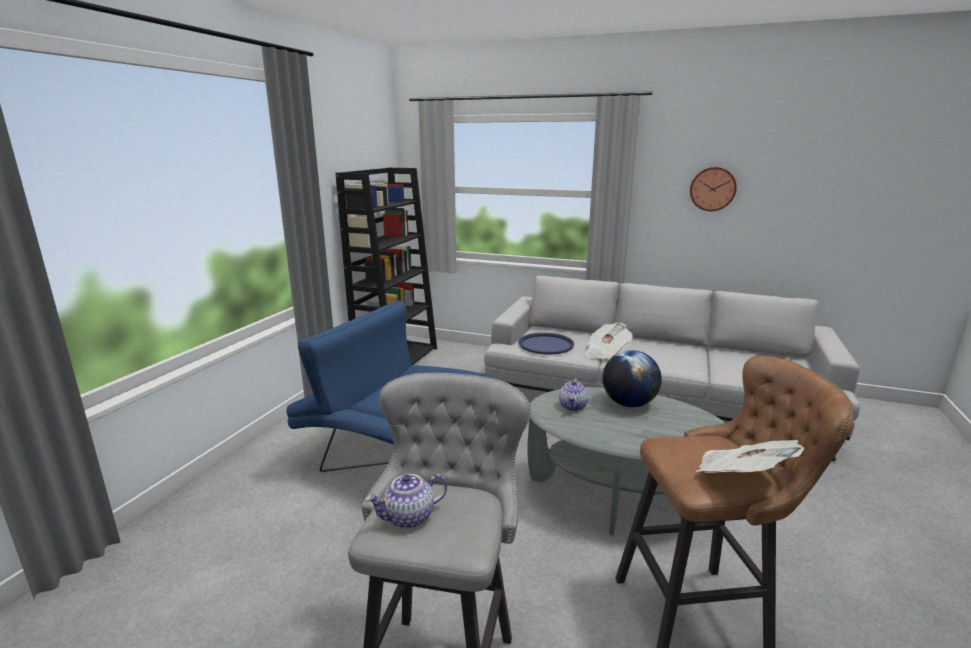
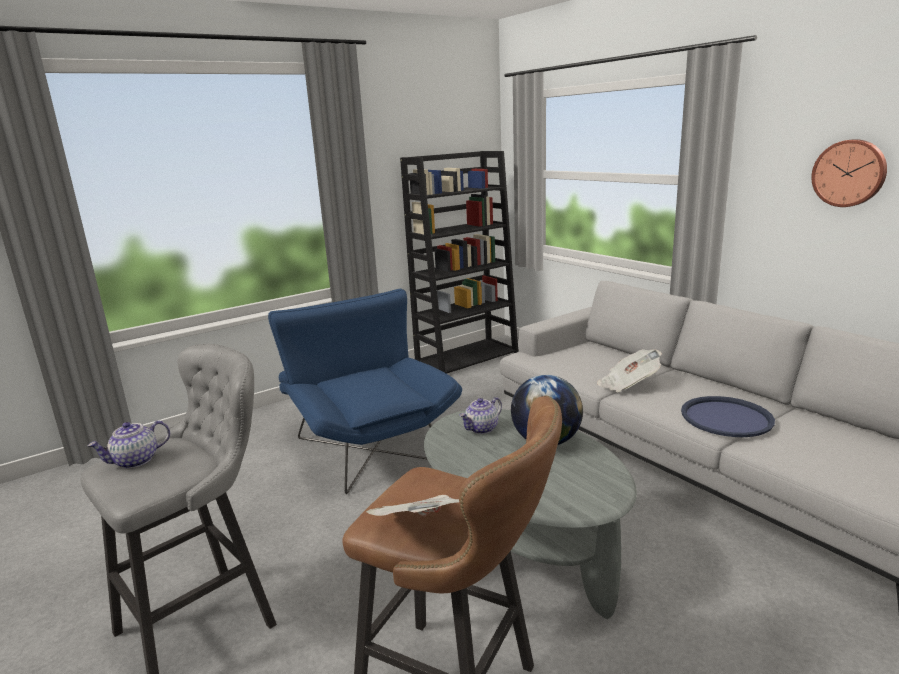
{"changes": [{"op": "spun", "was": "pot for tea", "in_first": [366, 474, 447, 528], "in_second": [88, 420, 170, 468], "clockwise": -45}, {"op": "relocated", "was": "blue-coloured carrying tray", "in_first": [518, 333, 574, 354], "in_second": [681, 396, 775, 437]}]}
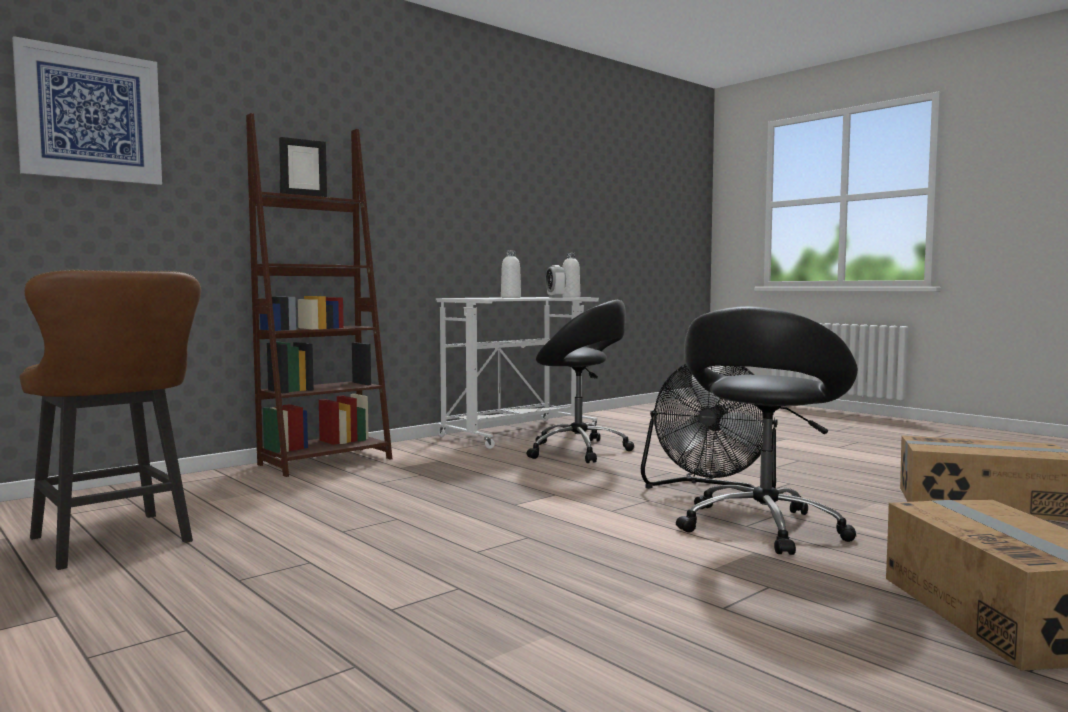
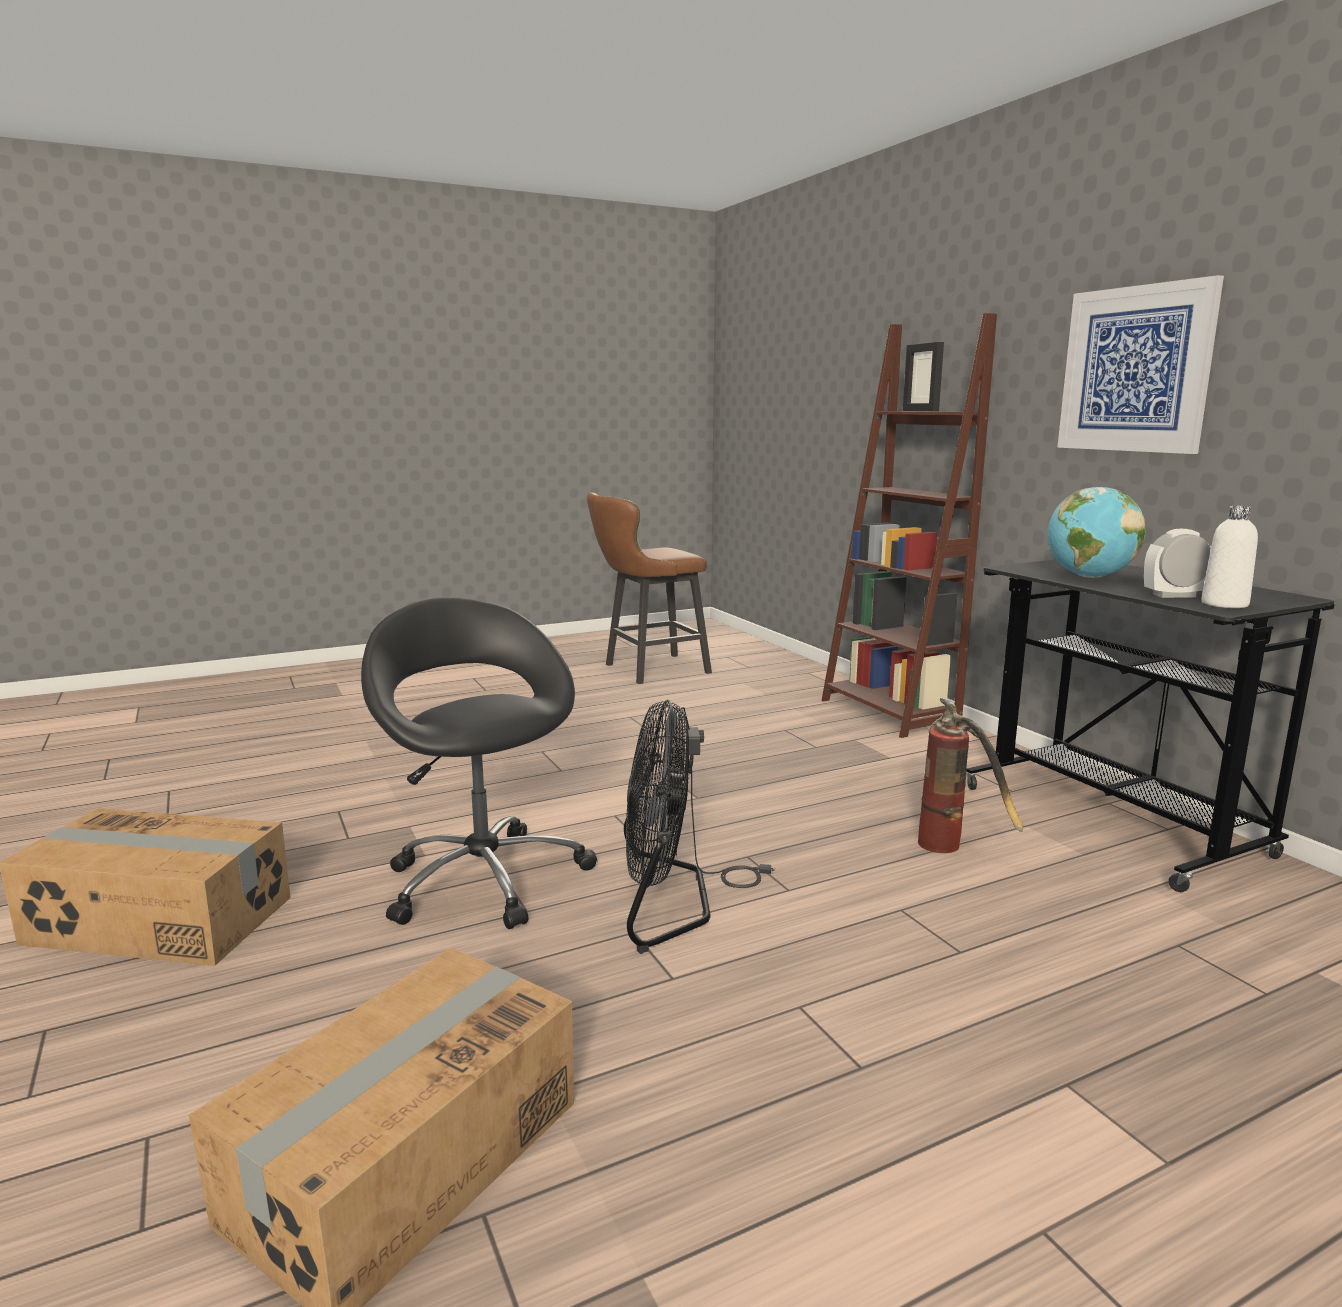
{"changes": [{"op": "relocated", "was": "picture", "in_first": [12, 36, 162, 185], "in_second": [1057, 275, 1224, 454]}, {"op": "colour", "was": "white desk", "now": "blackish desk", "in_first": [436, 297, 599, 449], "in_second": [967, 560, 1334, 892]}, {"op": "exchanged", "was": "white drink bottle", "now": "globe", "in_first": [501, 250, 521, 298], "in_second": [1047, 487, 1146, 578]}, {"op": "exchanged", "was": "blackish computer chair", "now": "fire extinguisher", "in_first": [526, 300, 634, 463], "in_second": [918, 698, 1023, 853]}, {"op": "spun", "was": "blackish electric fan", "in_first": [641, 364, 778, 489], "in_second": [624, 700, 775, 954], "clockwise": -45}]}
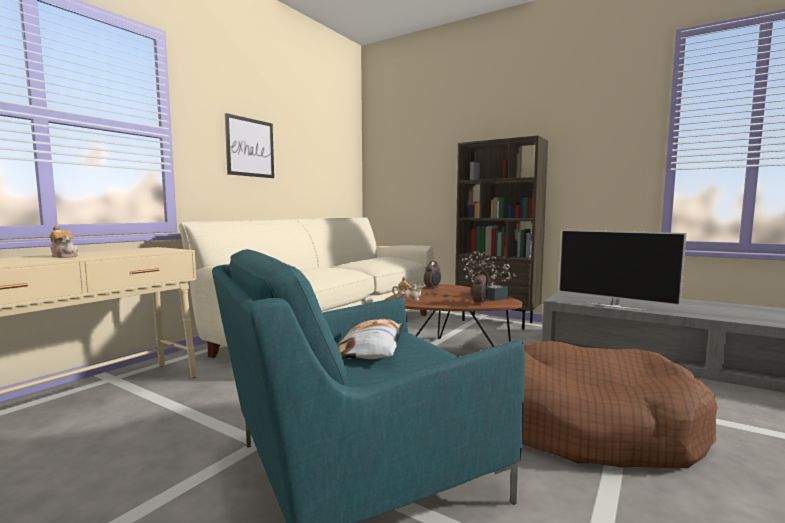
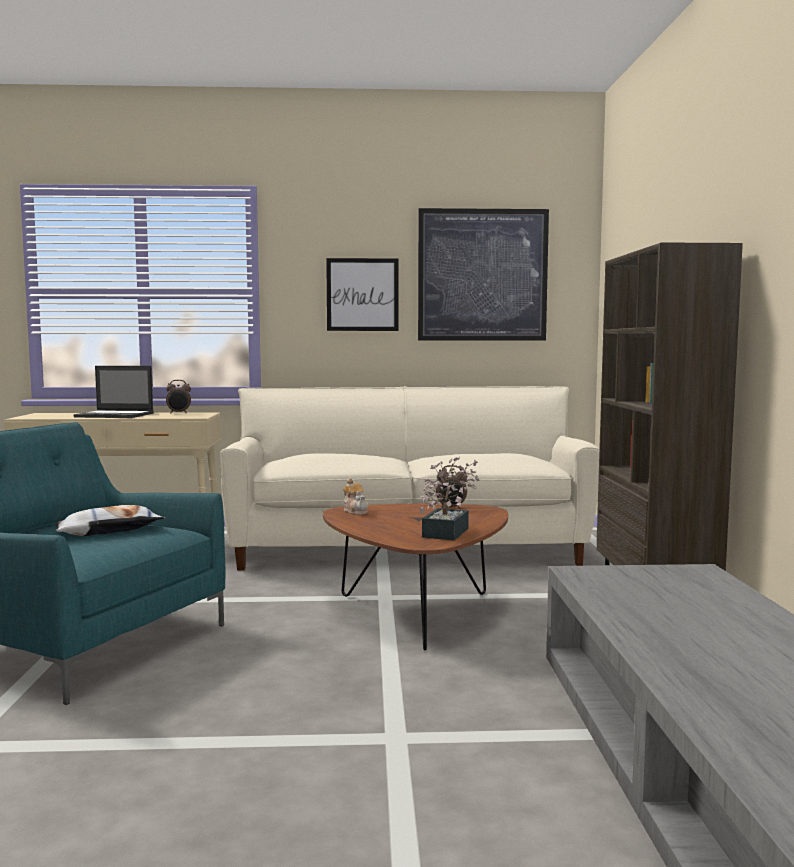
{"changes": [{"op": "exchanged", "was": "pot for tea", "now": "notebook computer", "in_first": [49, 225, 78, 258], "in_second": [74, 366, 154, 418]}, {"op": "relocated", "was": "bedside clock", "in_first": [472, 271, 487, 305], "in_second": [166, 380, 191, 413]}, {"op": "missing", "was": "brownish pet bed", "in_first": [522, 341, 718, 468]}, {"op": "missing", "was": "TV set", "in_first": [558, 230, 686, 311]}, {"op": "appeared", "now": "picture", "in_second": [418, 208, 549, 341]}]}
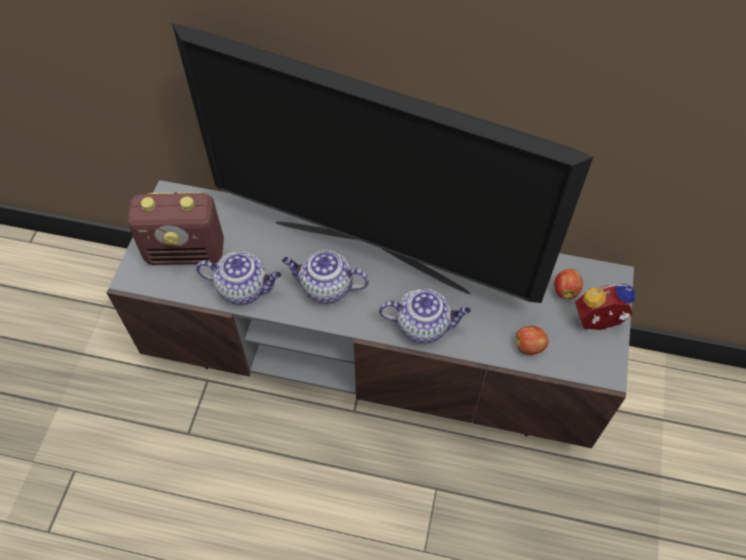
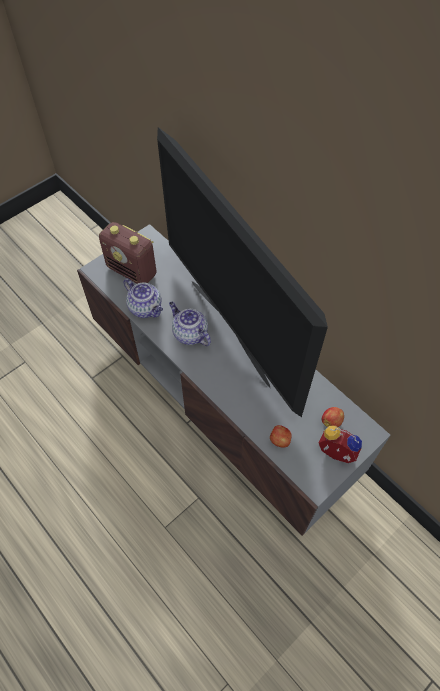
{"changes": [{"op": "missing", "was": "pot for tea", "in_first": [379, 288, 471, 344]}]}
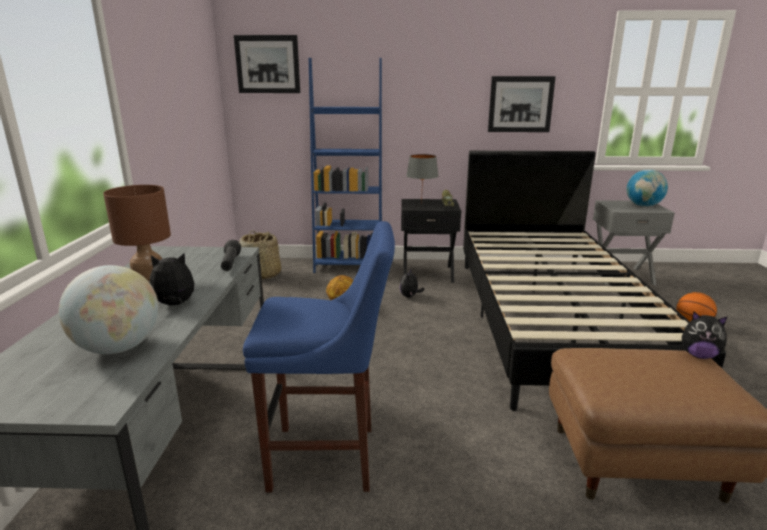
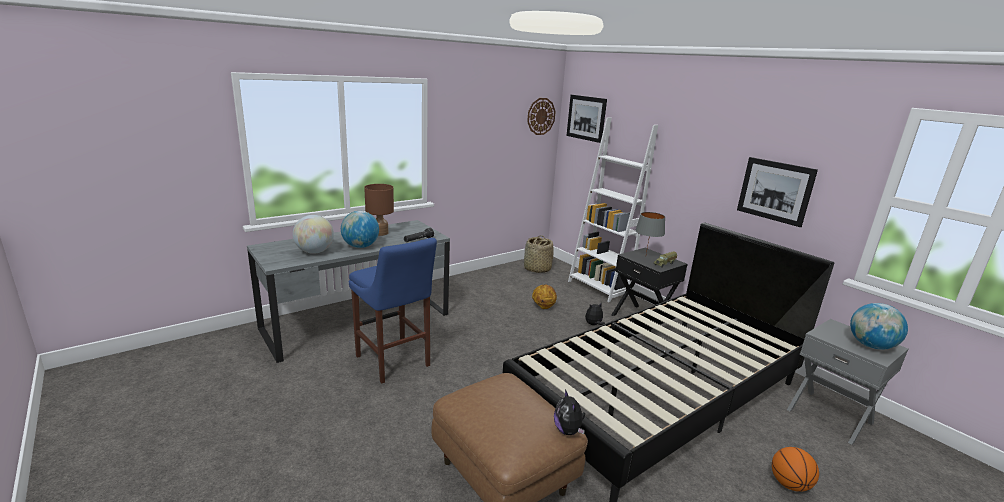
{"changes": [{"op": "exchanged", "was": "plush toy", "now": "globe", "in_first": [150, 253, 194, 305], "in_second": [341, 211, 379, 248]}, {"op": "colour", "was": "blue-coloured bookshelf", "now": "white bookshelf", "in_first": [309, 58, 382, 273], "in_second": [568, 117, 658, 302]}, {"op": "appeared", "now": "clock on the wall", "in_second": [527, 98, 556, 135]}]}
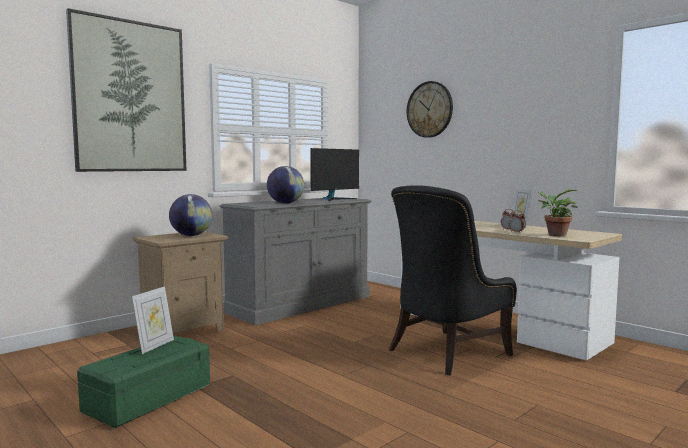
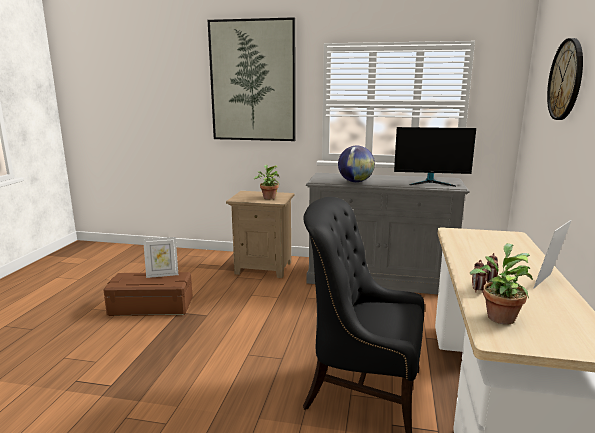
{"changes": [{"op": "colour", "was": "green storage box", "now": "brownish storage box", "in_first": [77, 336, 210, 428], "in_second": [103, 272, 193, 316]}, {"op": "exchanged", "was": "globe", "now": "houseplant", "in_first": [169, 194, 212, 236], "in_second": [254, 165, 280, 200]}]}
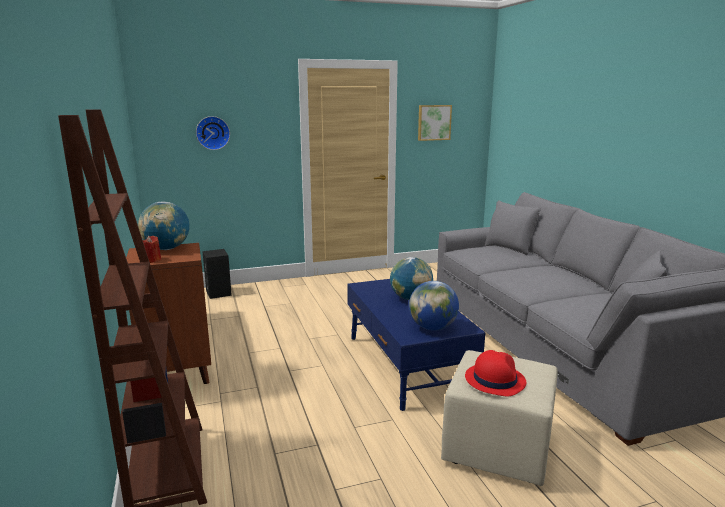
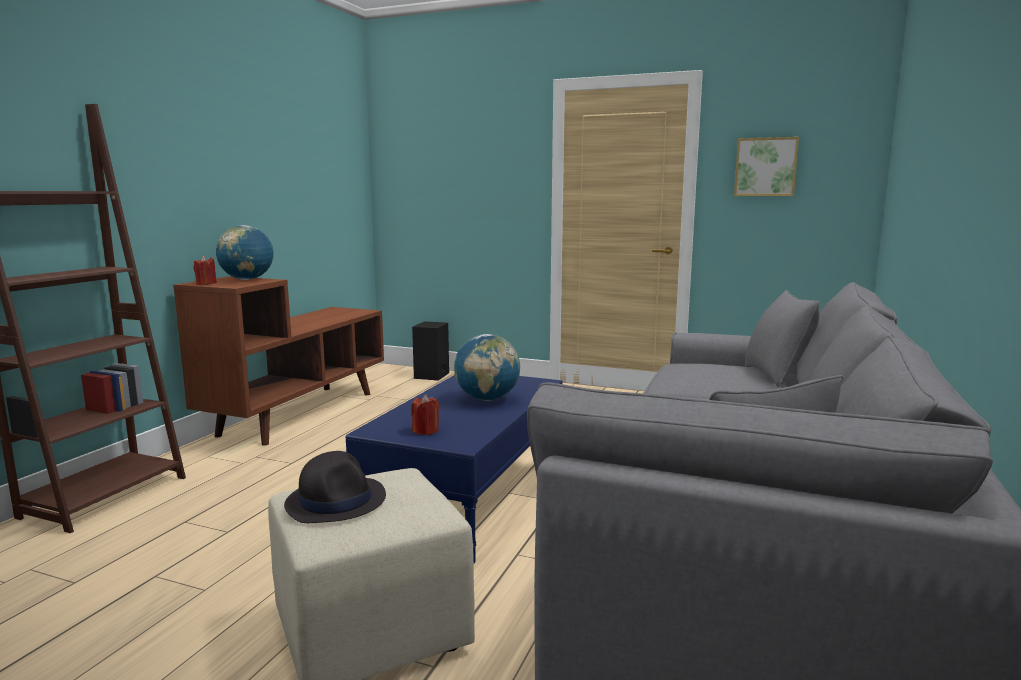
{"changes": [{"op": "missing", "was": "clock on the wall", "in_first": [196, 116, 230, 150]}, {"op": "exchanged", "was": "globe", "now": "red-coloured candle", "in_first": [409, 281, 459, 331], "in_second": [411, 395, 439, 435]}, {"op": "colour", "was": "red-coloured hat", "now": "blackish hat", "in_first": [465, 350, 526, 397], "in_second": [284, 451, 386, 523]}]}
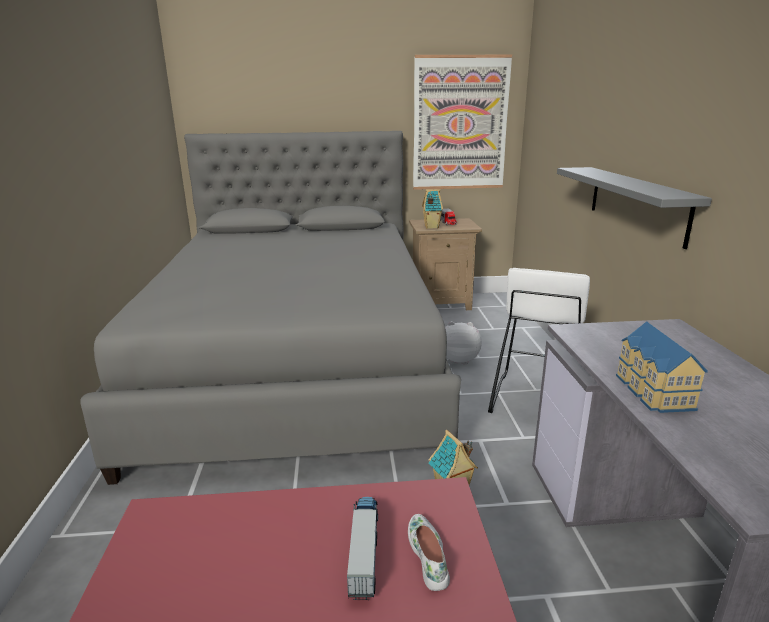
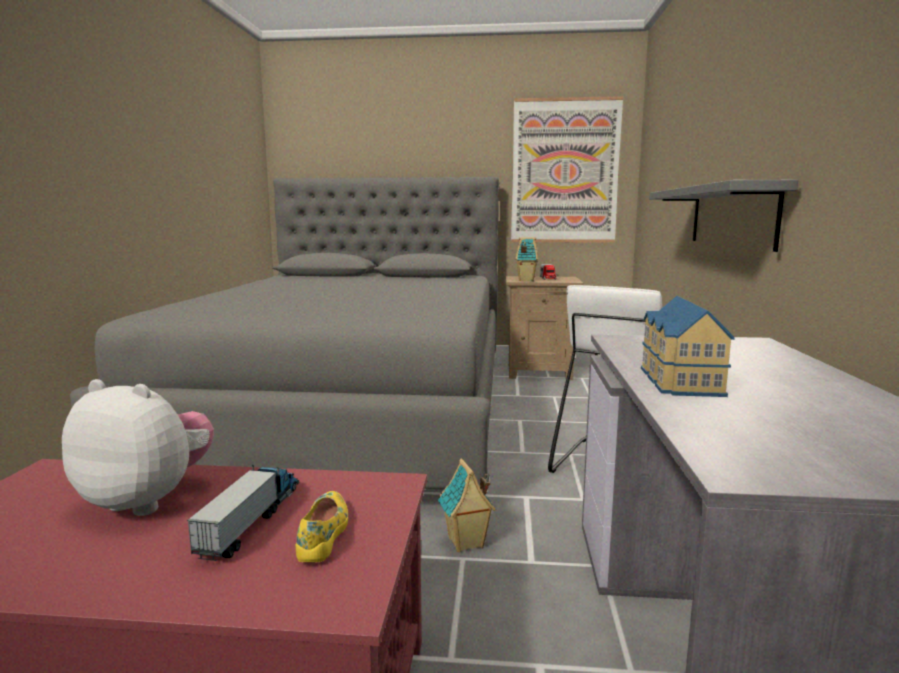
{"changes": [{"op": "colour", "was": "white low shoe", "now": "yellow-coloured low shoe", "in_first": [408, 514, 450, 591], "in_second": [296, 491, 348, 562]}, {"op": "relocated", "was": "plush toy", "in_first": [445, 321, 482, 365], "in_second": [62, 379, 214, 516]}]}
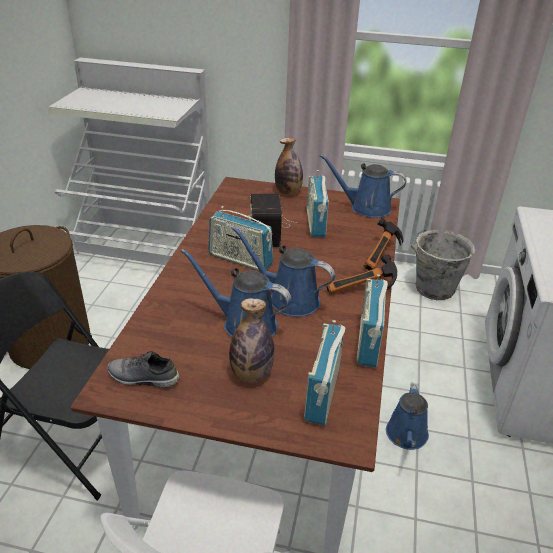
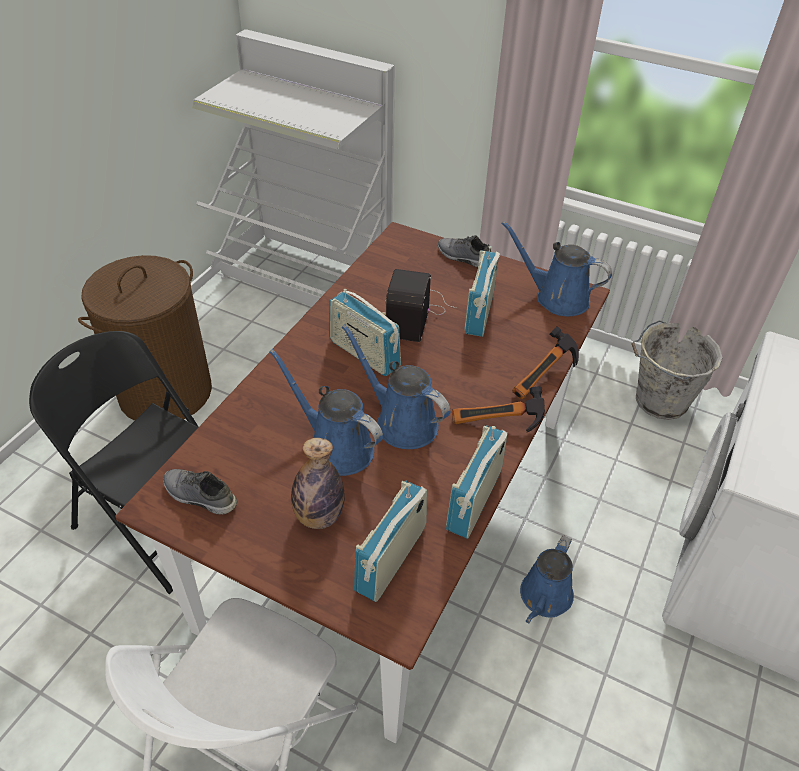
{"changes": [{"op": "exchanged", "was": "drink bottle", "now": "greyish low shoe", "in_first": [275, 137, 303, 195], "in_second": [438, 235, 491, 267]}]}
